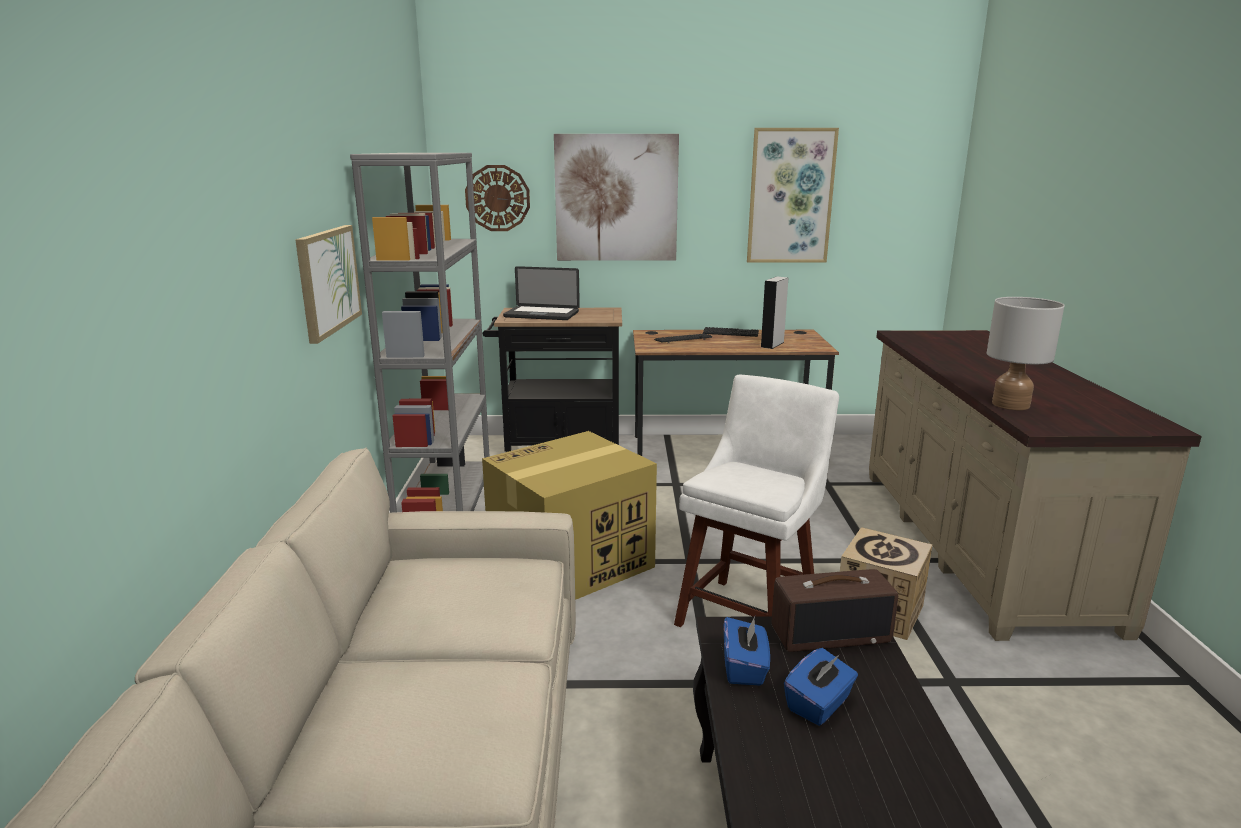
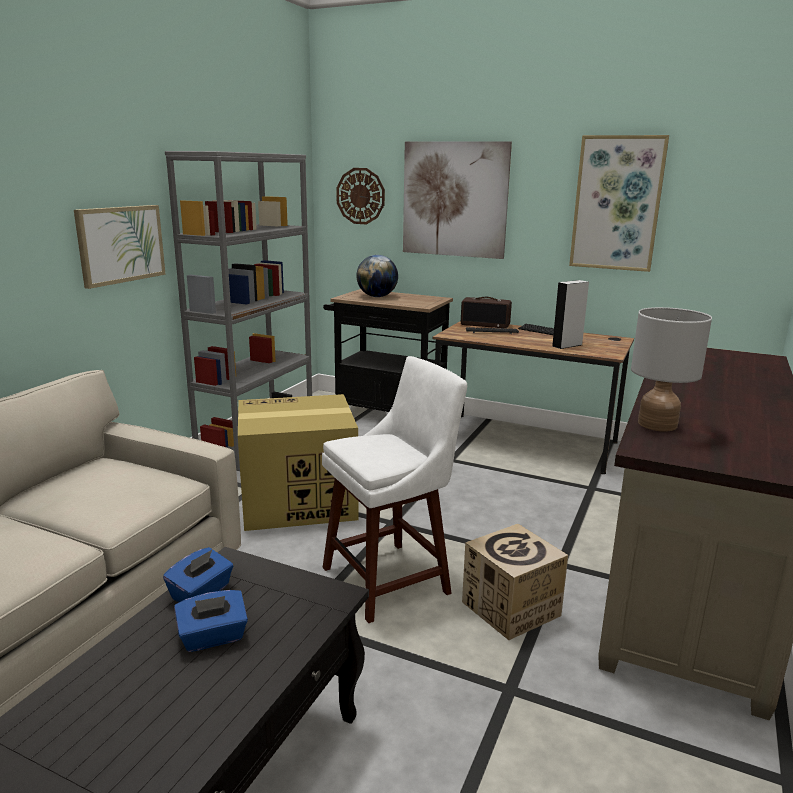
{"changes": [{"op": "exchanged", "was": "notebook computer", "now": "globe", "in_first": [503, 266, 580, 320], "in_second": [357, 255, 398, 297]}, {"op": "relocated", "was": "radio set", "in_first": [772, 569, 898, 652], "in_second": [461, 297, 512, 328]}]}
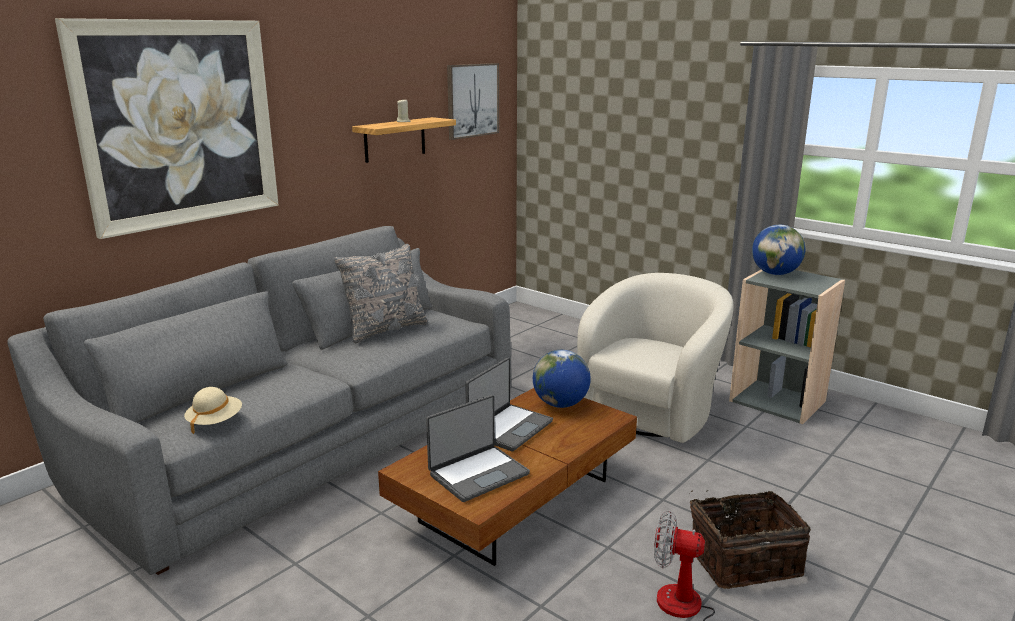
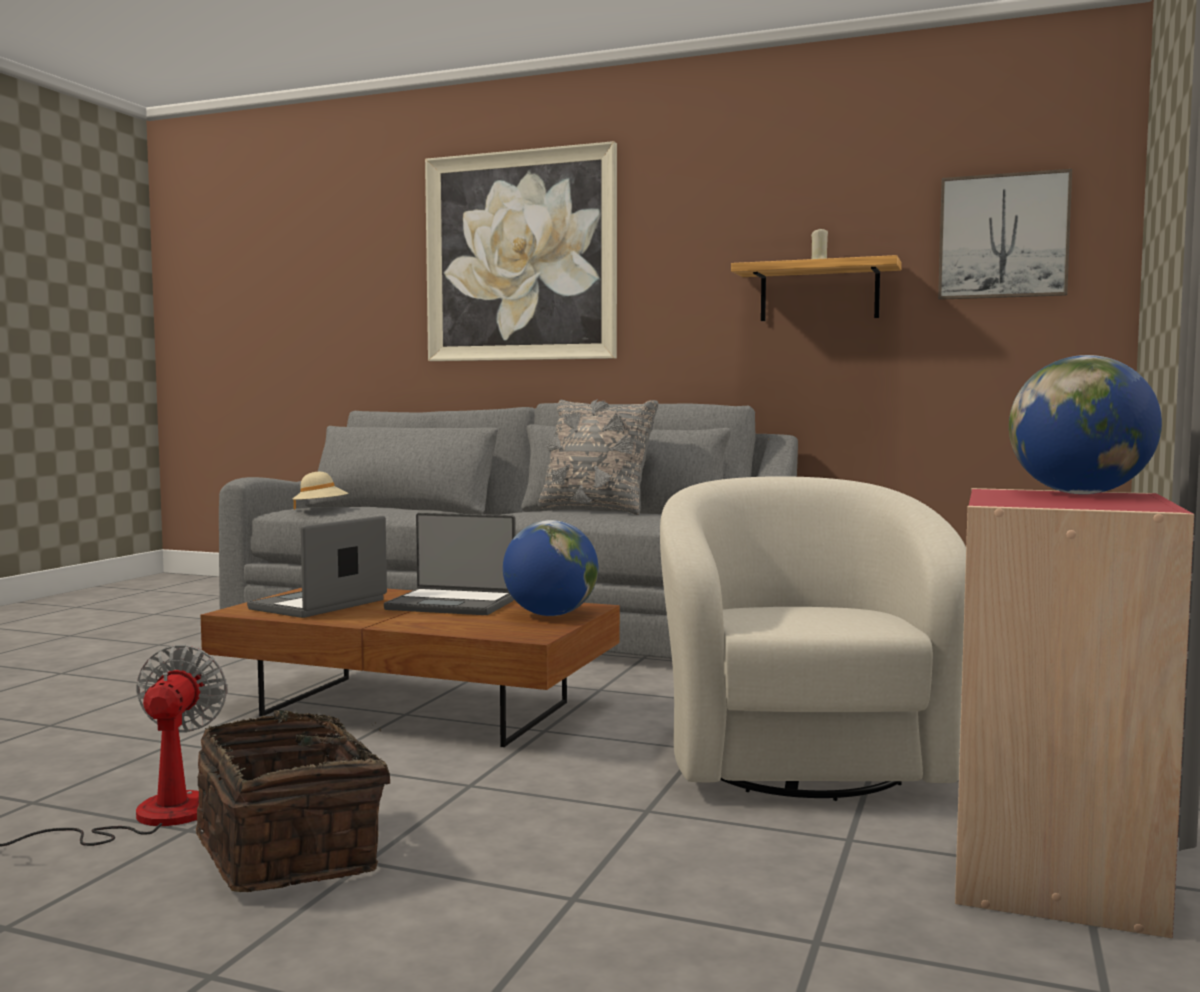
{"changes": [{"op": "spun", "was": "notebook computer", "in_first": [426, 395, 530, 502], "in_second": [247, 516, 387, 618], "clockwise": 90}, {"op": "spun", "was": "sand-coloured armchair", "in_first": [577, 273, 733, 443], "in_second": [660, 476, 966, 801], "clockwise": -105}, {"op": "colour", "was": "greyish bookshelf", "now": "red-coloured bookshelf", "in_first": [729, 270, 845, 424], "in_second": [955, 488, 1194, 938]}]}
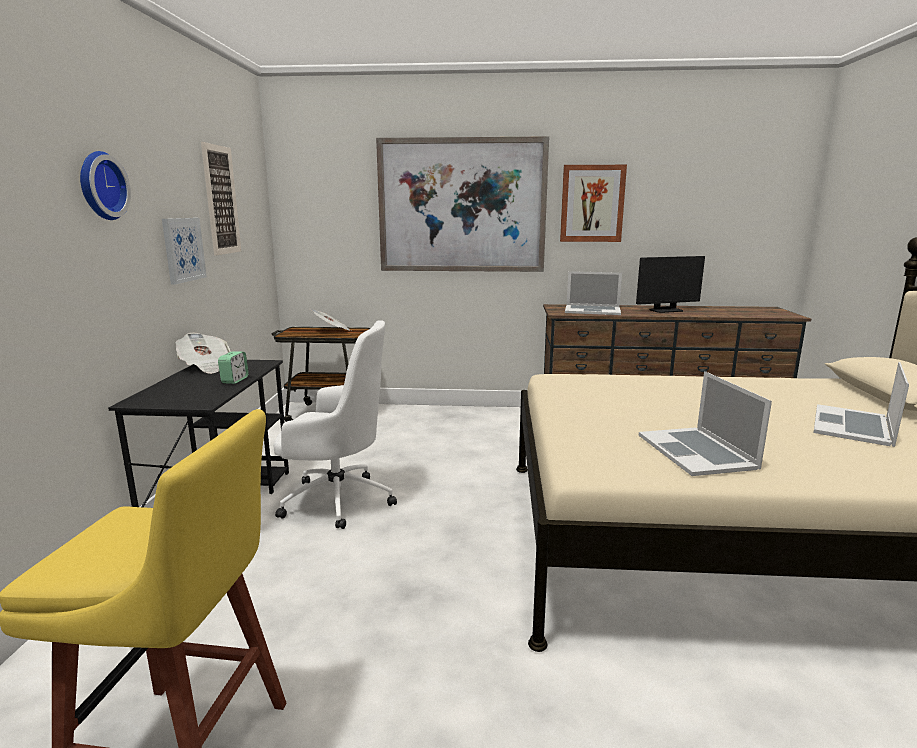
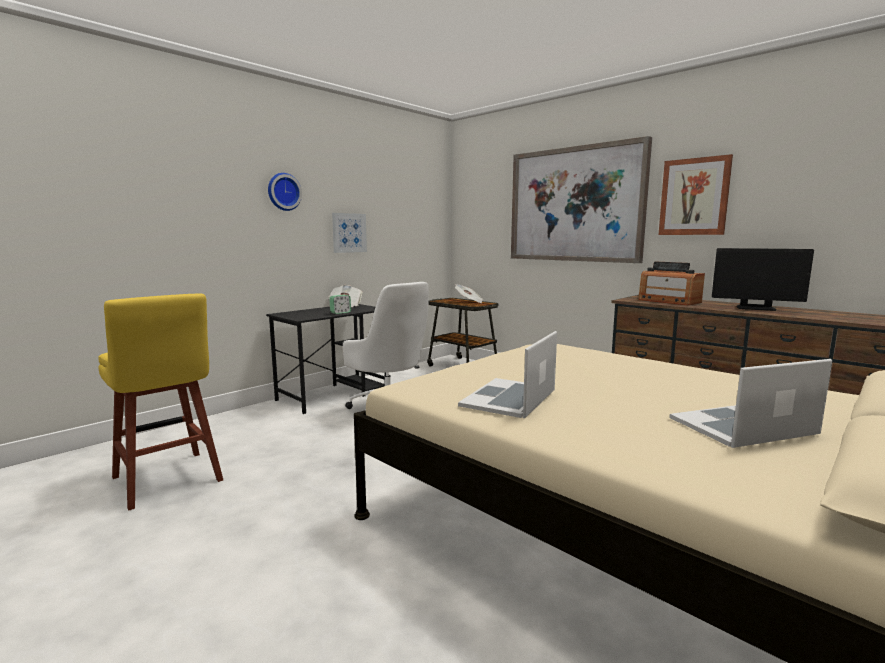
{"changes": [{"op": "missing", "was": "picture", "in_first": [201, 142, 241, 256]}, {"op": "exchanged", "was": "notebook computer", "now": "radio set", "in_first": [565, 271, 622, 315], "in_second": [638, 261, 705, 305]}]}
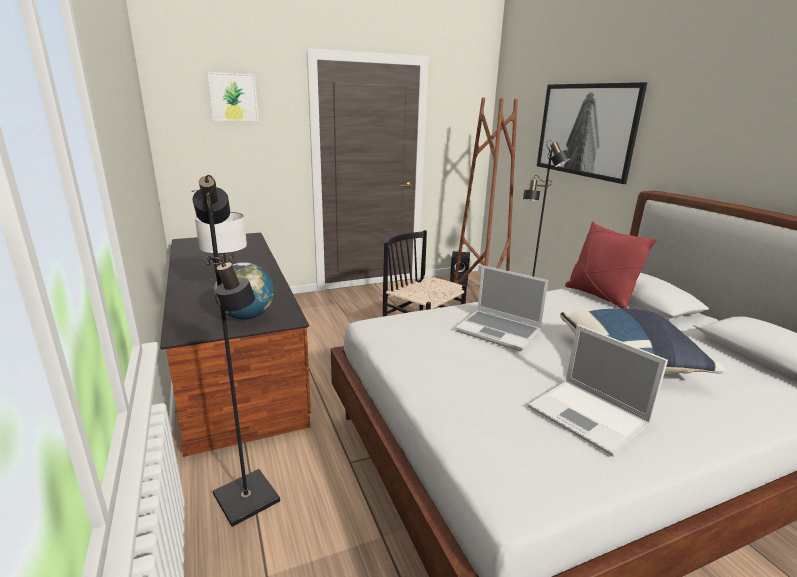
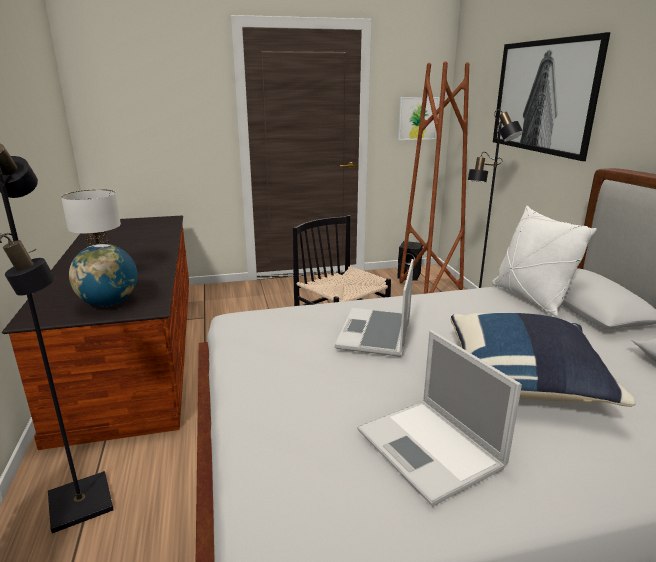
{"changes": [{"op": "relocated", "was": "picture", "in_first": [207, 72, 259, 121], "in_second": [398, 97, 439, 140]}, {"op": "spun", "was": "notebook computer", "in_first": [455, 265, 548, 351], "in_second": [335, 259, 414, 357], "clockwise": 60}, {"op": "colour", "was": "red-coloured cushion", "now": "white cushion", "in_first": [565, 222, 657, 308], "in_second": [492, 206, 597, 316]}]}
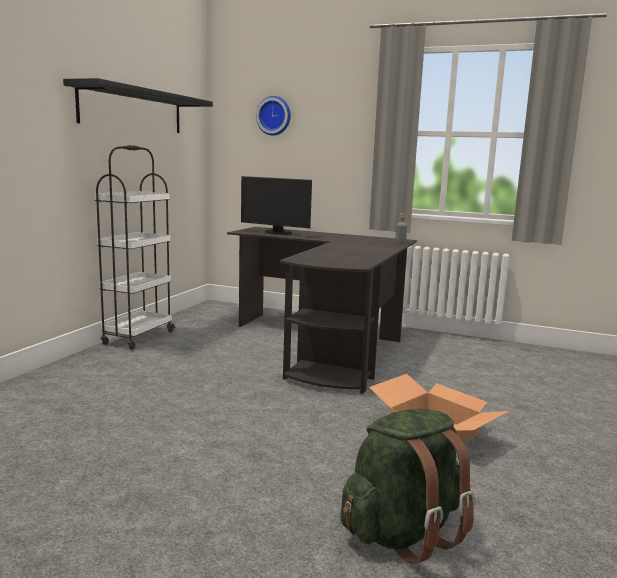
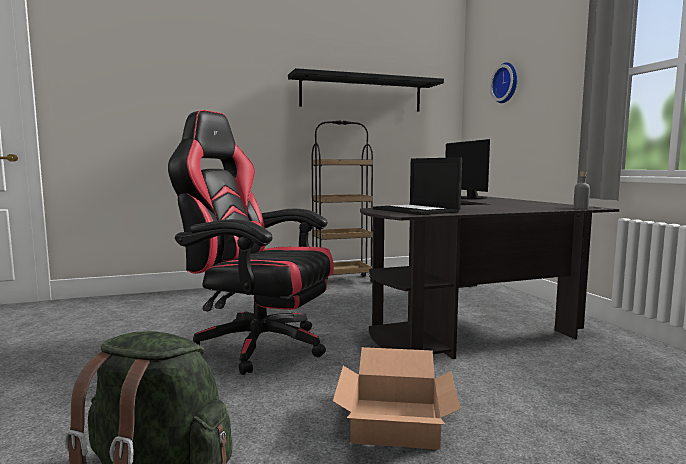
{"changes": [{"op": "colour", "was": "white trolley", "now": "brownish trolley", "in_first": [95, 145, 175, 350], "in_second": [312, 121, 373, 282]}, {"op": "appeared", "now": "blackish computer chair", "in_second": [168, 110, 334, 375]}, {"op": "appeared", "now": "notebook computer", "in_second": [373, 157, 462, 215]}]}
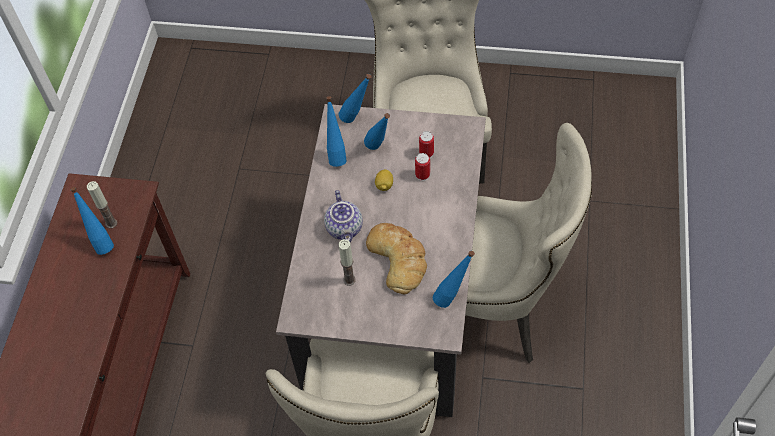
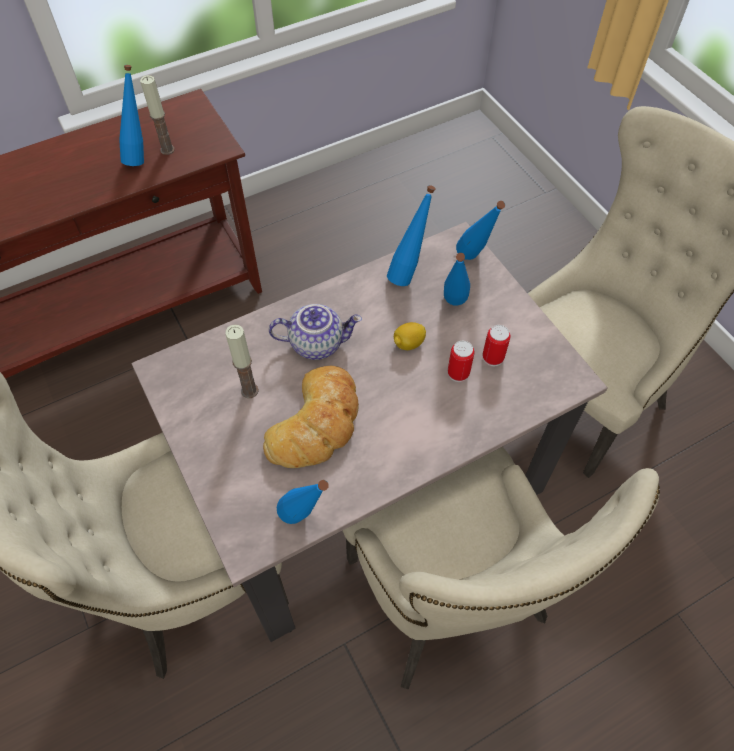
{"changes": [{"op": "spun", "was": "pot for tea", "in_first": [324, 190, 363, 242], "in_second": [269, 304, 362, 360], "clockwise": -135}]}
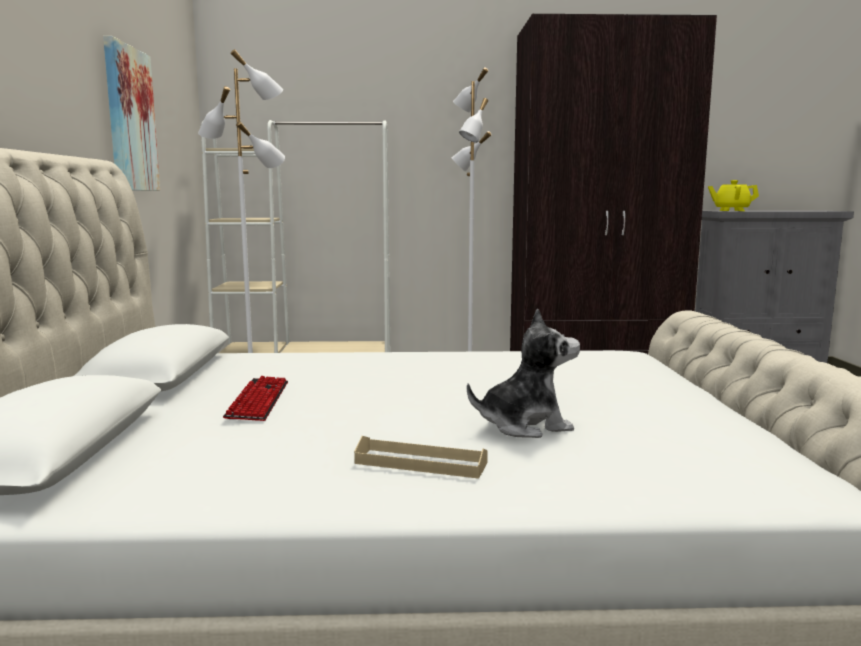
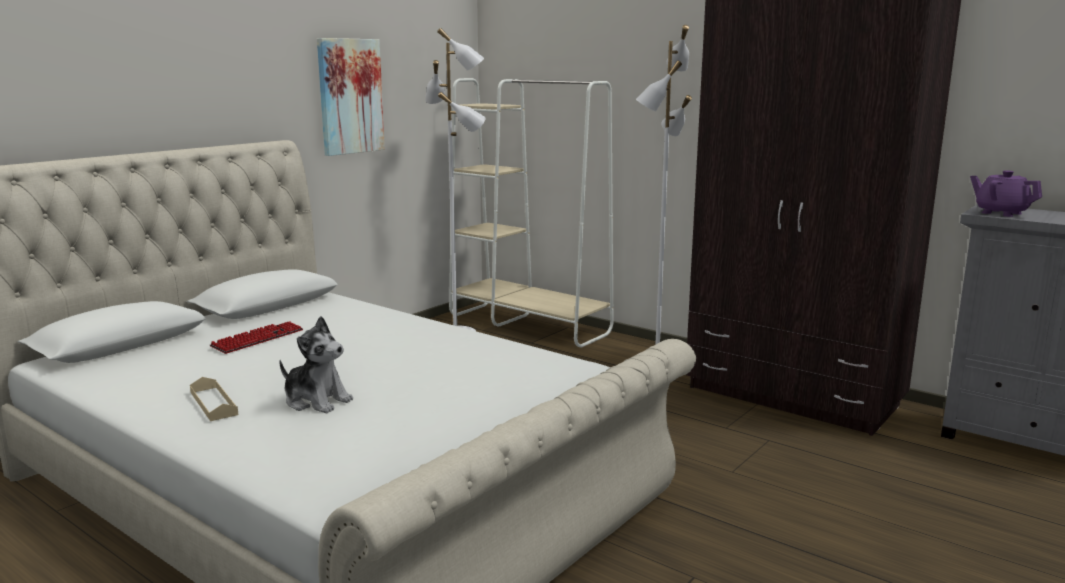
{"changes": [{"op": "colour", "was": "yellow-coloured pot for tea", "now": "purple-coloured pot for tea", "in_first": [708, 180, 759, 211], "in_second": [970, 170, 1042, 217]}]}
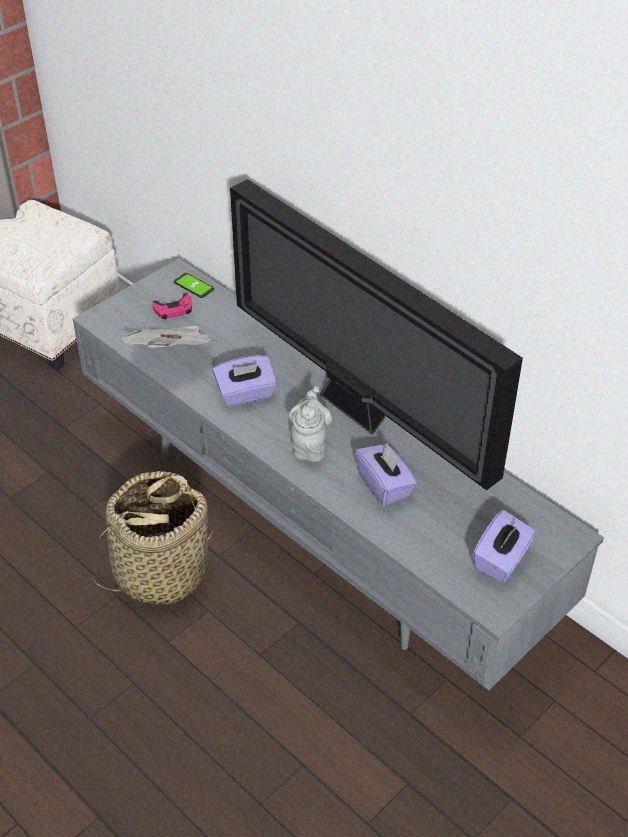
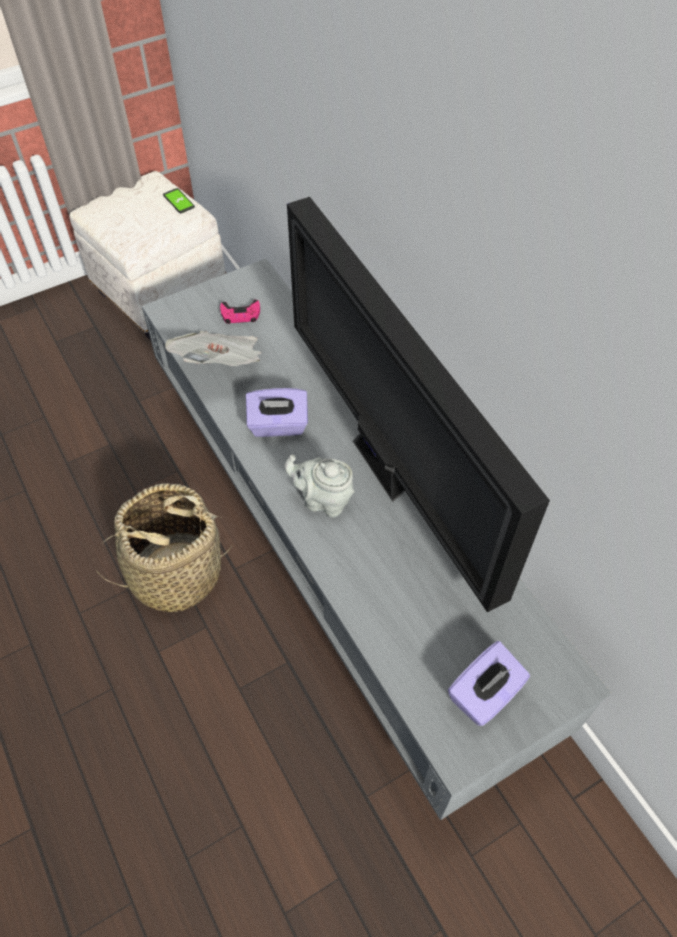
{"changes": [{"op": "relocated", "was": "telephone", "in_first": [173, 273, 214, 298], "in_second": [163, 188, 195, 213]}, {"op": "spun", "was": "greyish pot for tea", "in_first": [288, 387, 332, 462], "in_second": [284, 455, 354, 517], "clockwise": -90}, {"op": "missing", "was": "purple-coloured tissue box", "in_first": [355, 443, 417, 507]}]}
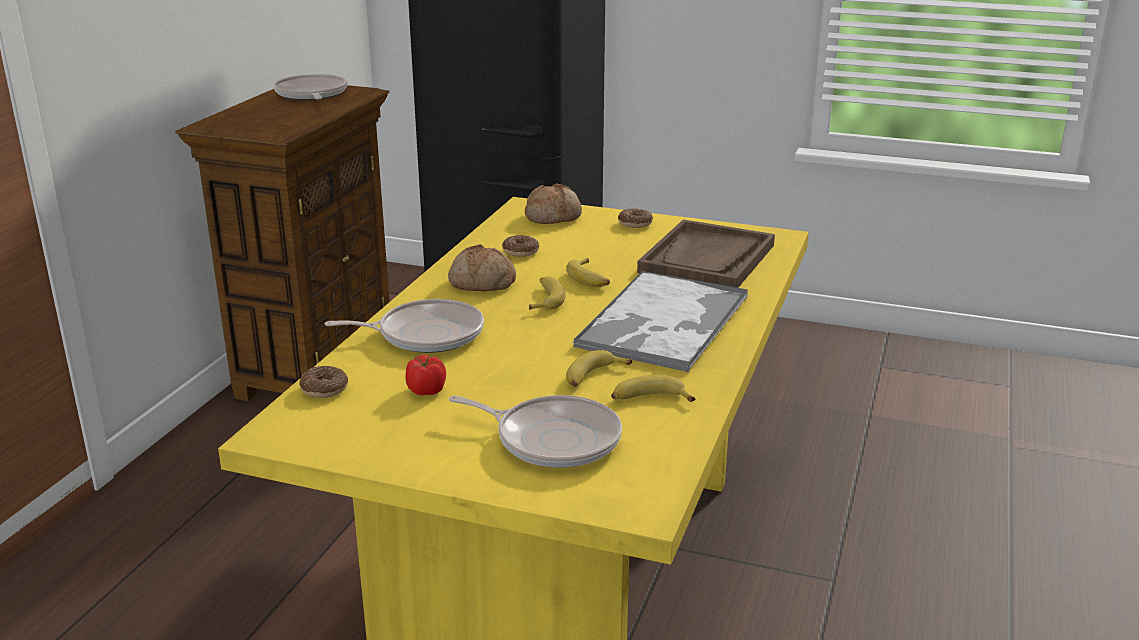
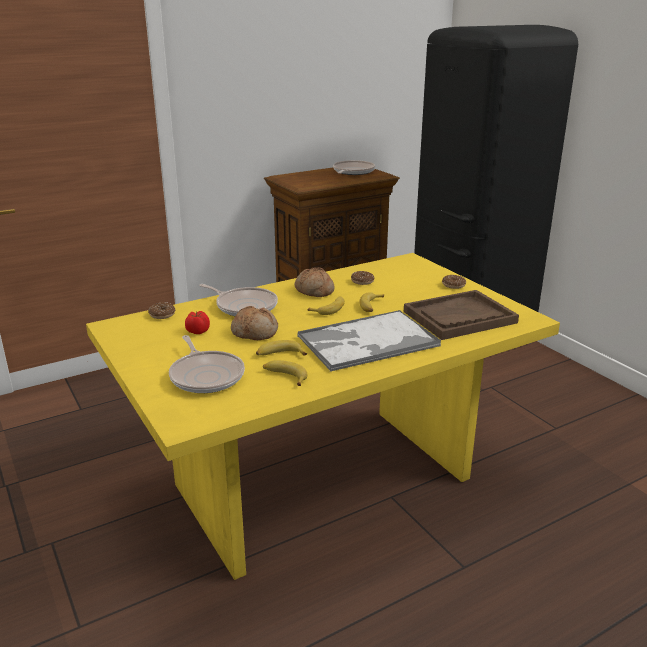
{"changes": [{"op": "relocated", "was": "baked bread", "in_first": [525, 183, 582, 224], "in_second": [231, 306, 278, 340]}]}
